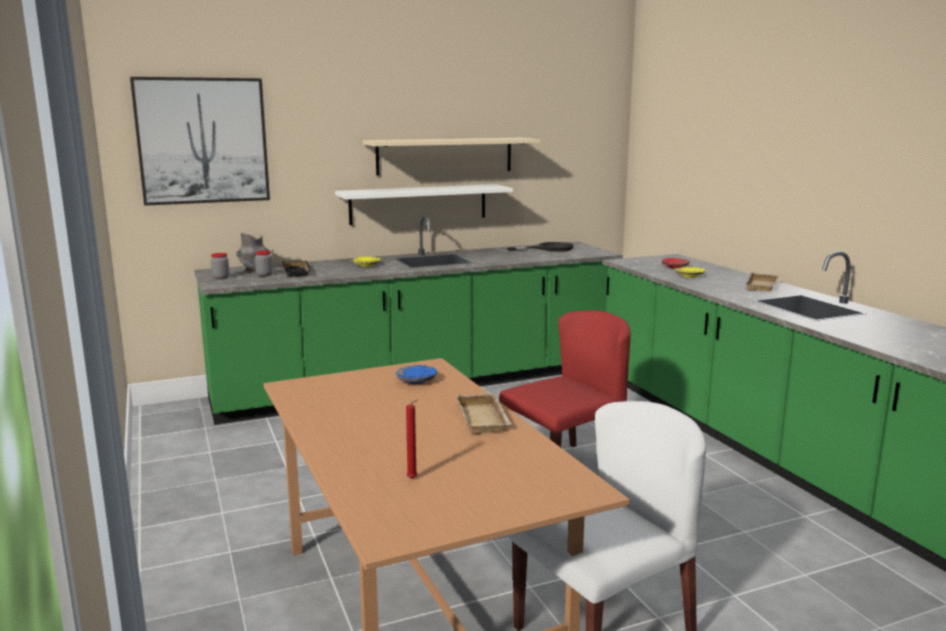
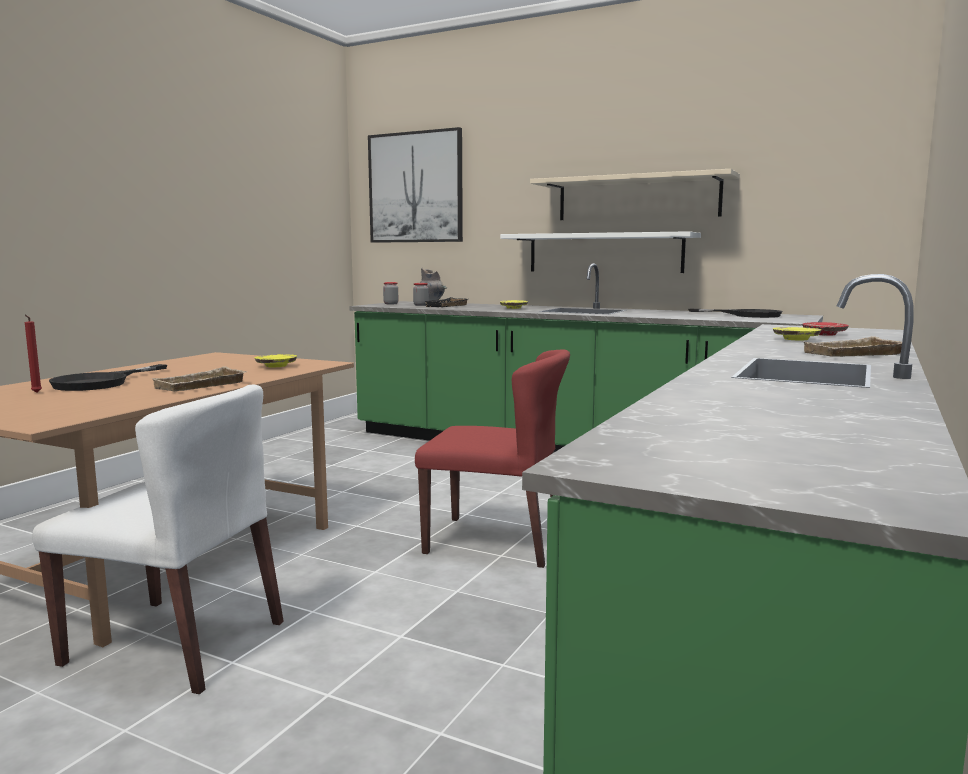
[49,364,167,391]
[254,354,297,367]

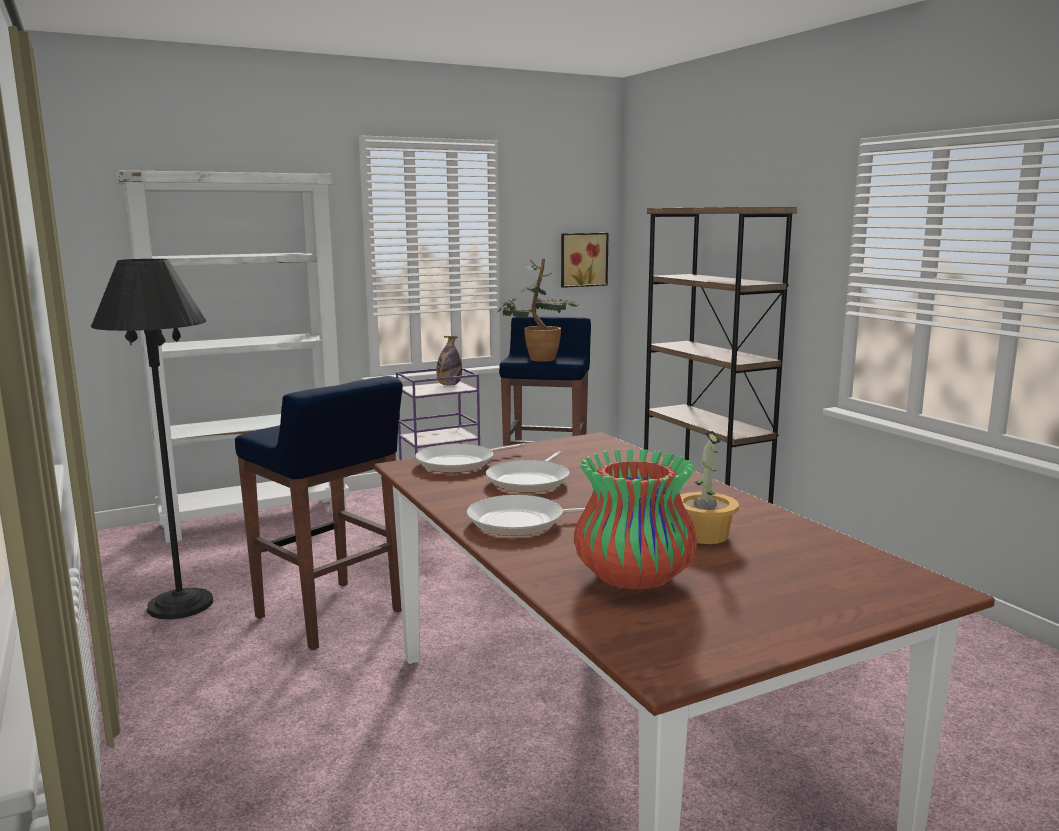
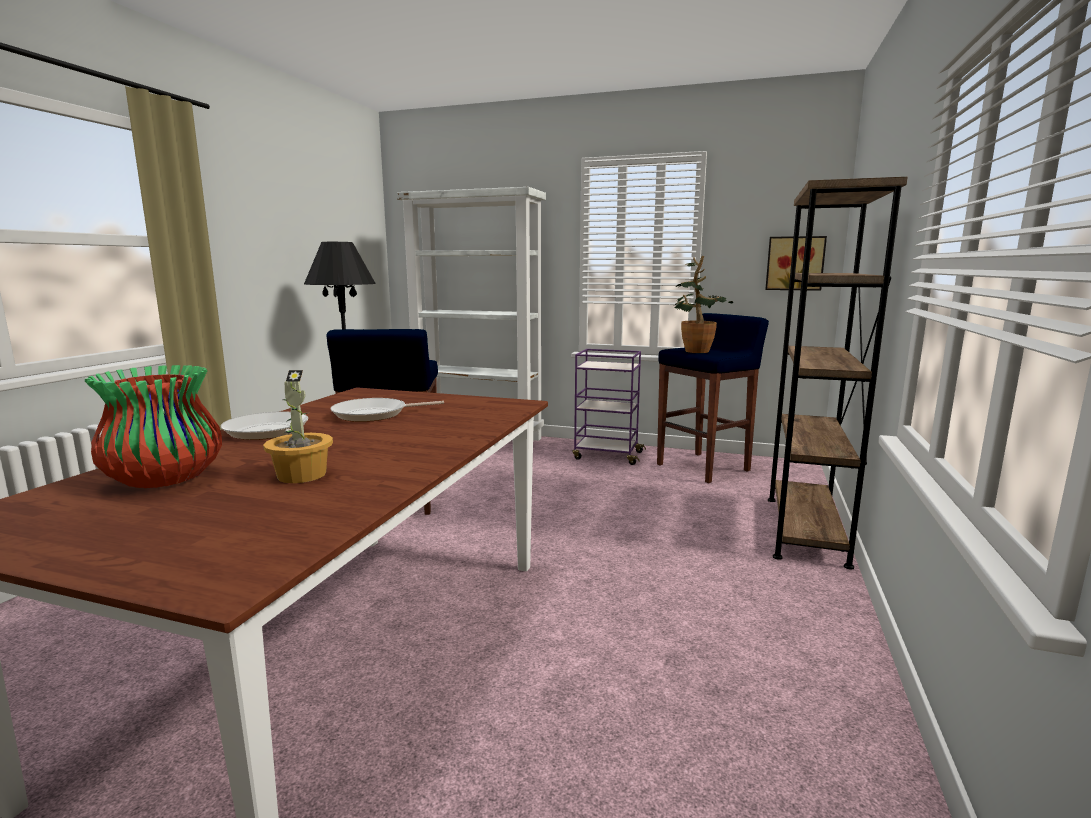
[415,443,525,473] (first image)
[437,336,462,385] (first image)

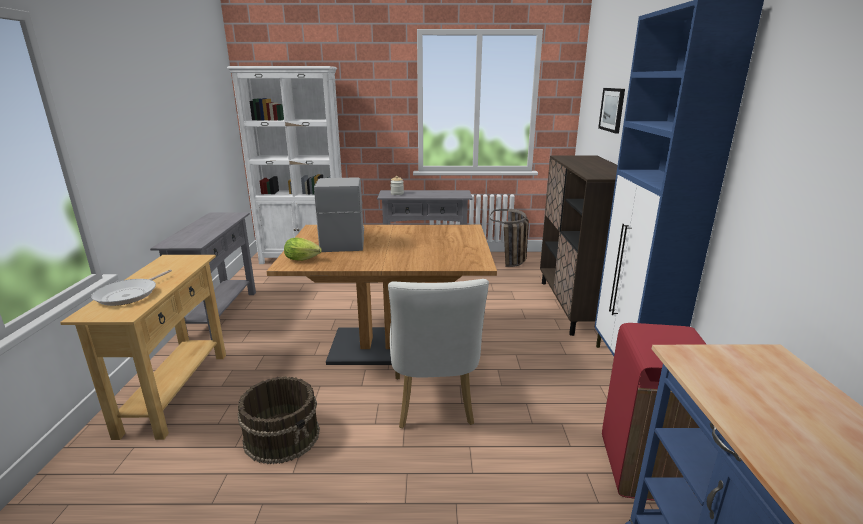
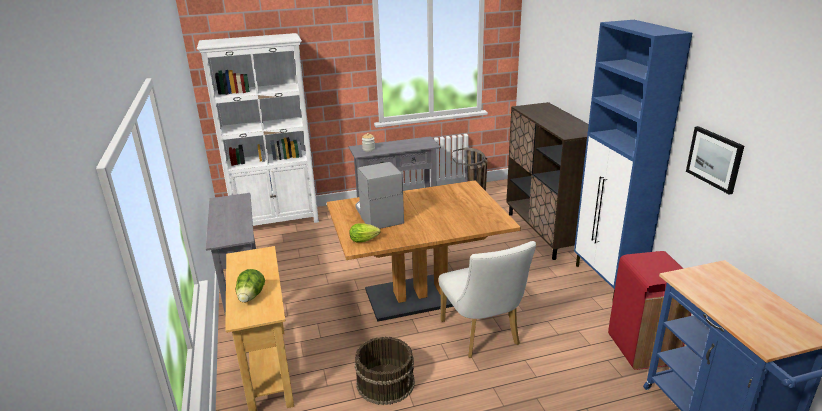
[236,269,265,302]
[686,126,744,195]

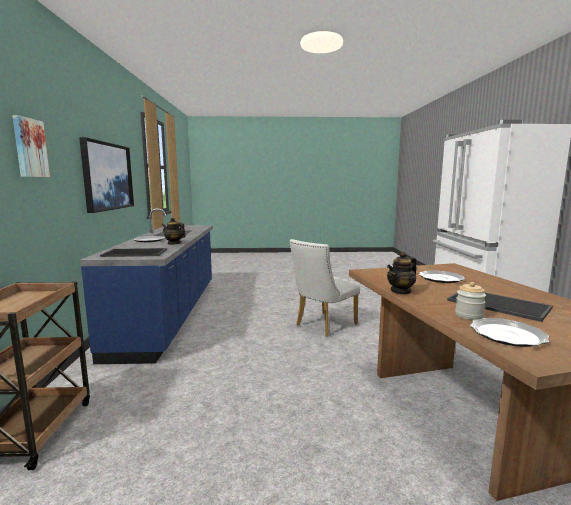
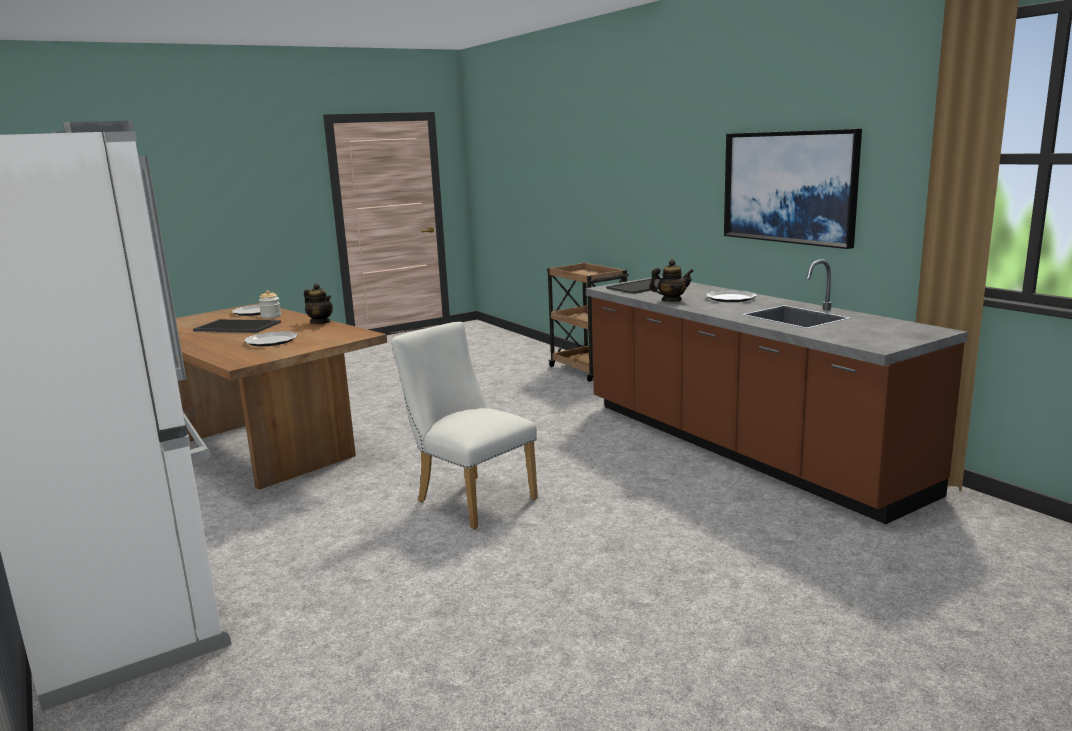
[304,284,333,324]
[391,322,538,530]
[586,259,968,524]
[12,115,50,177] (first image)

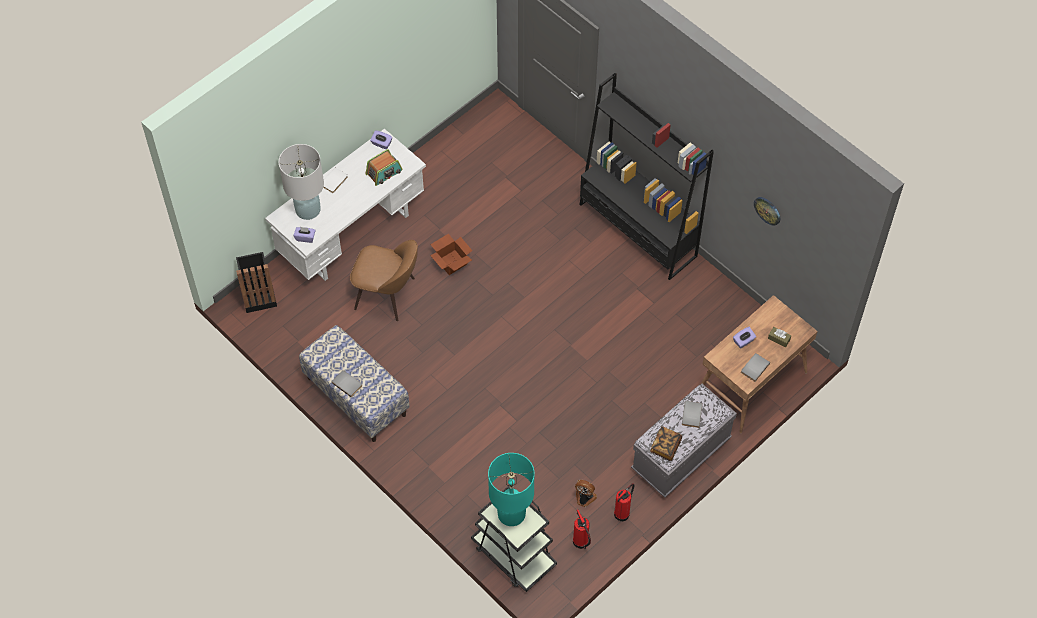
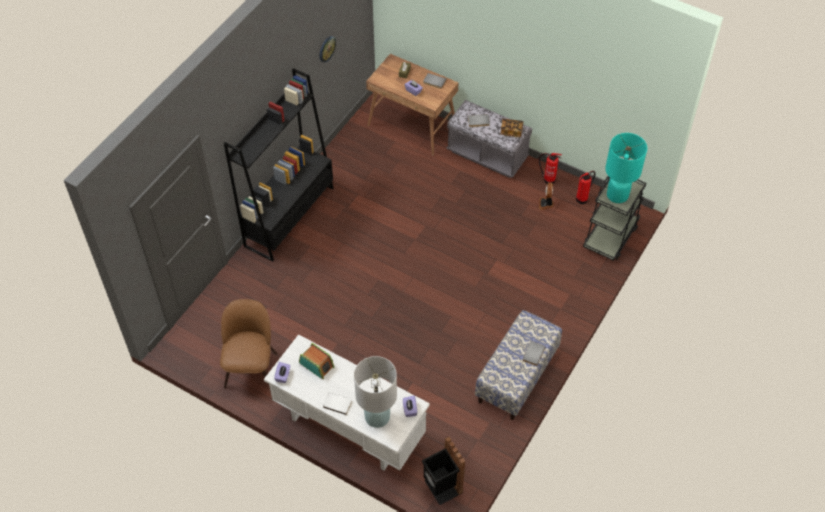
[220,299,278,389]
[430,234,472,275] (first image)

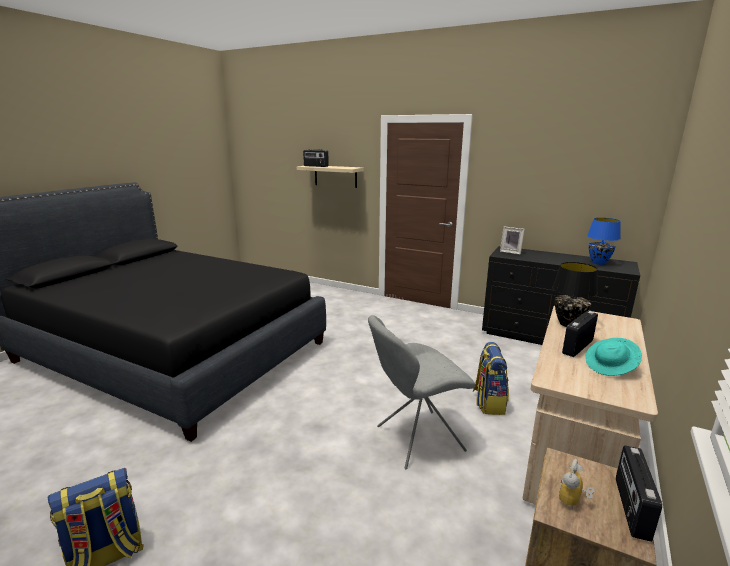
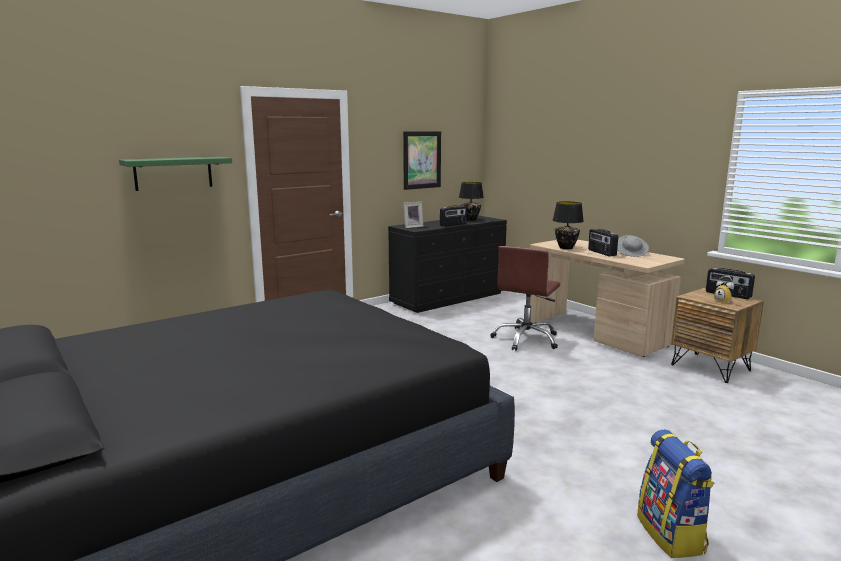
[119,157,232,191]
[403,131,441,190]
[440,205,467,227]
[459,182,484,221]
[491,246,560,351]
[617,235,649,257]
[368,315,476,470] (first image)

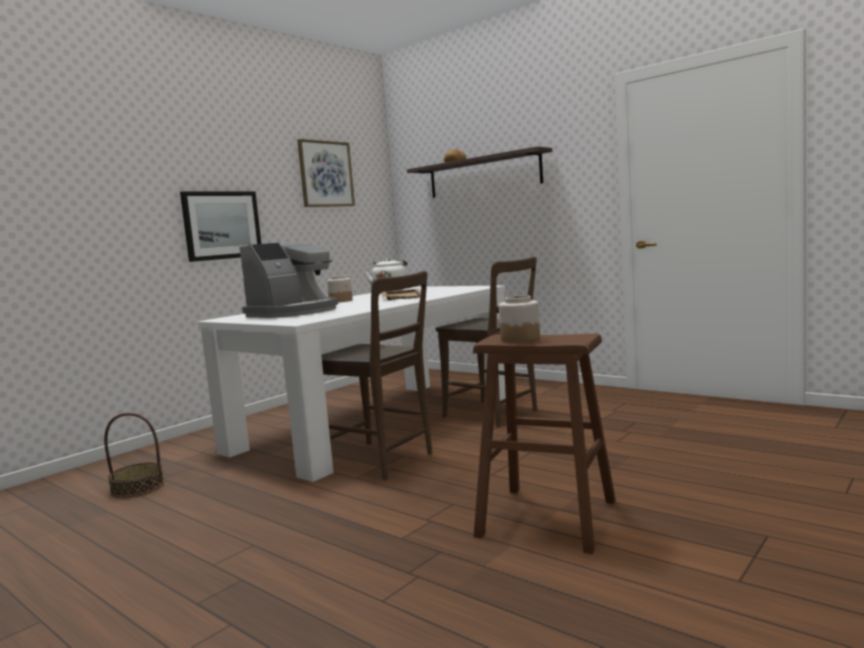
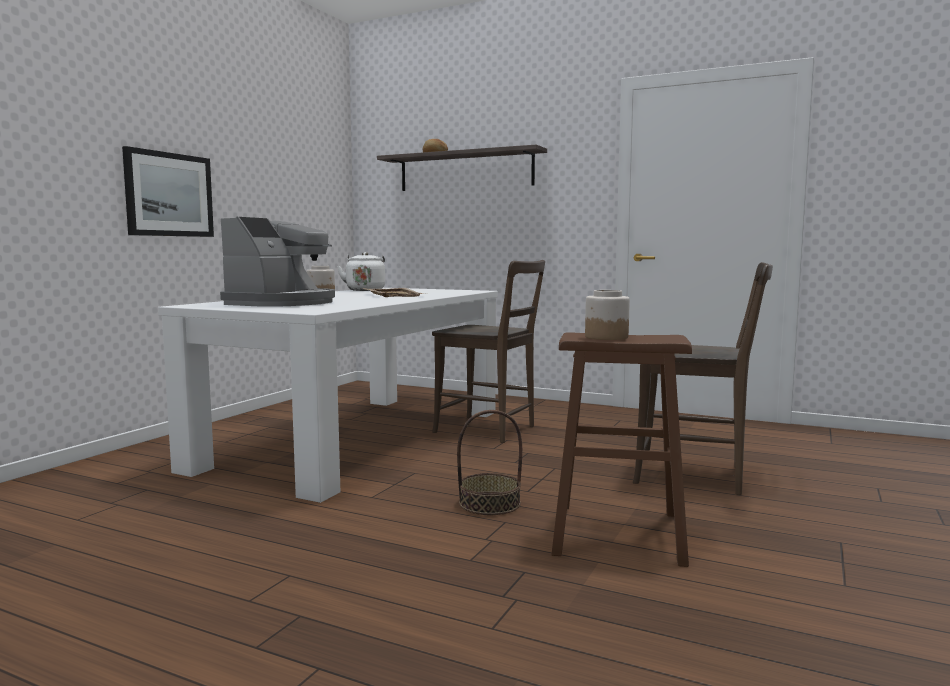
[457,410,522,515]
[633,262,773,495]
[297,139,355,207] (first image)

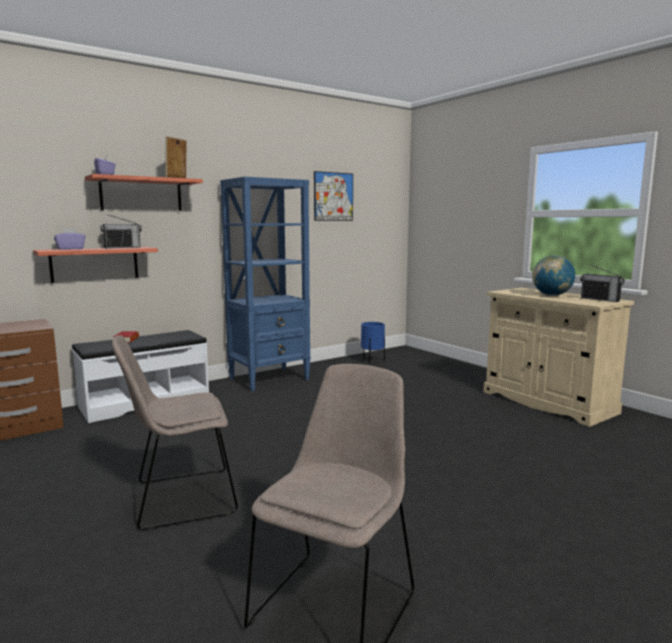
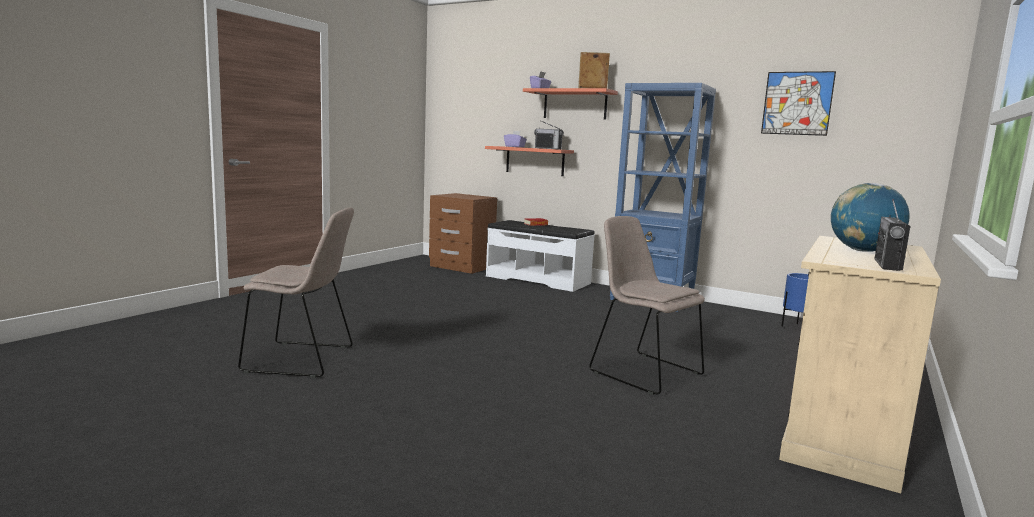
[589,216,705,395]

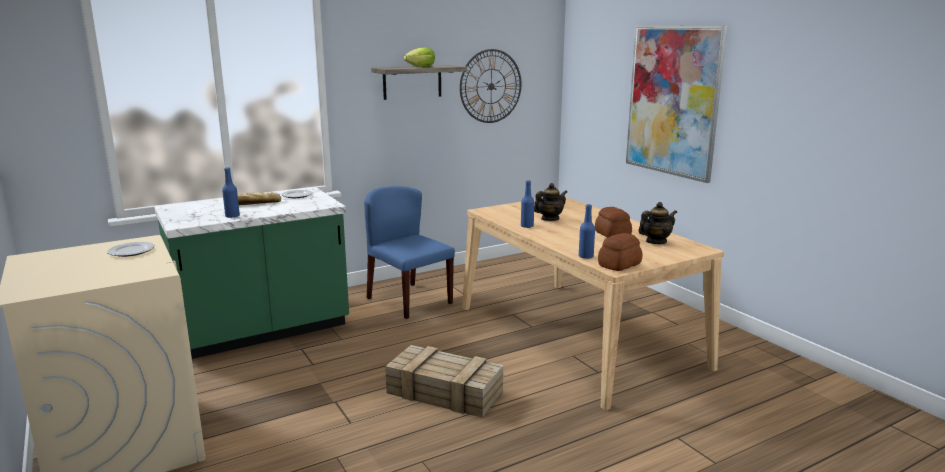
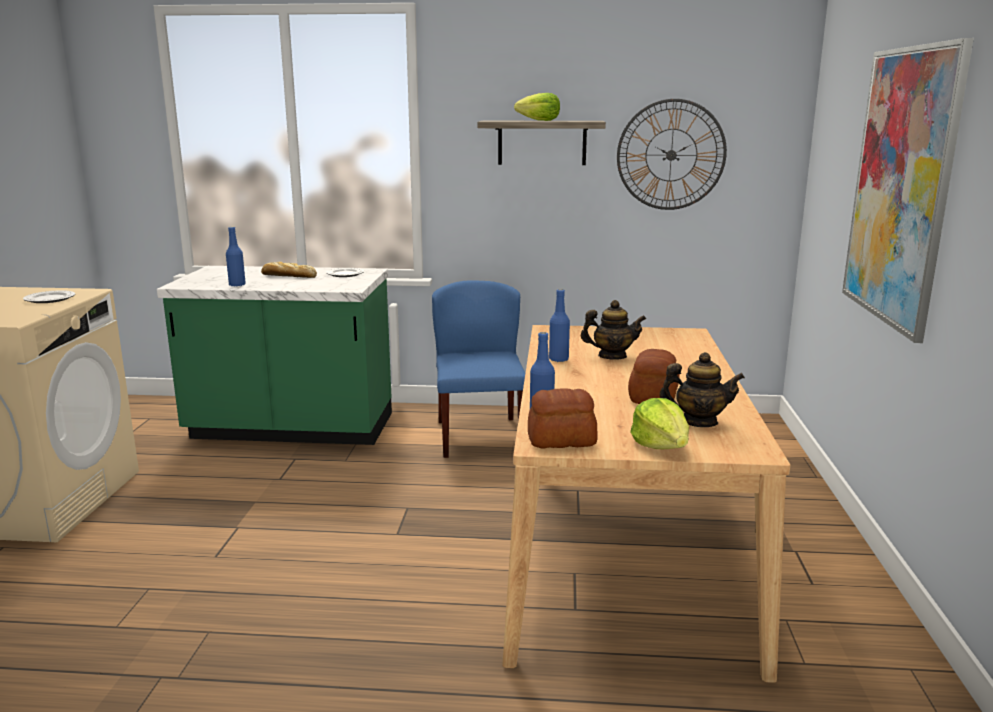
[630,398,689,449]
[385,345,503,418] (first image)

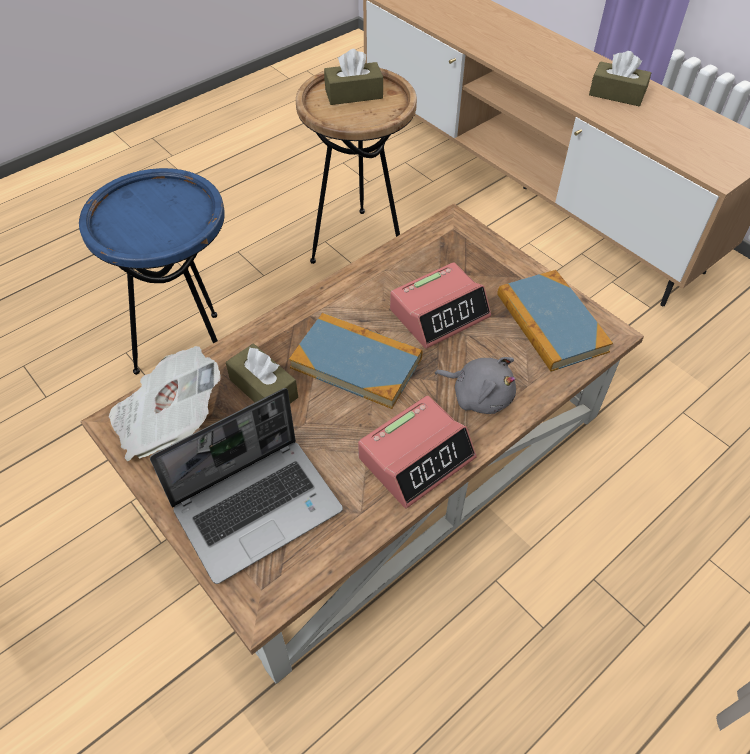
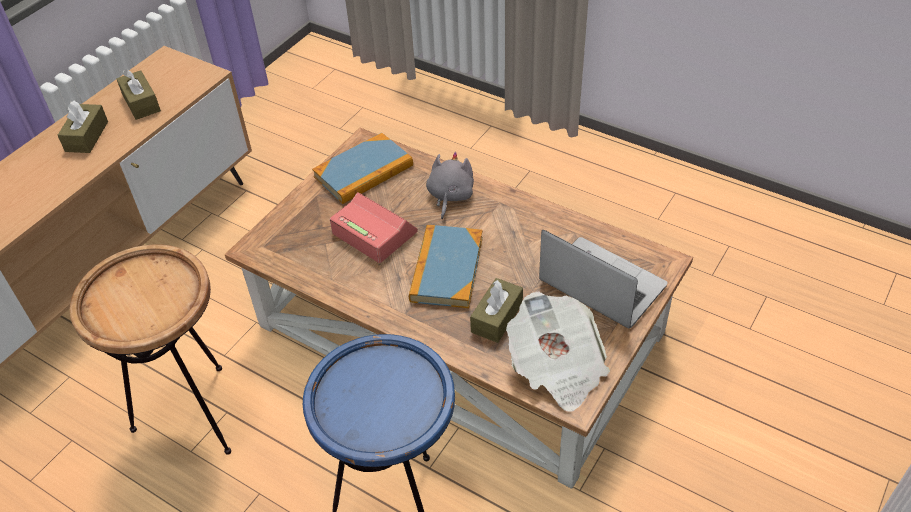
[117,69,161,120]
[358,396,476,508] (first image)

